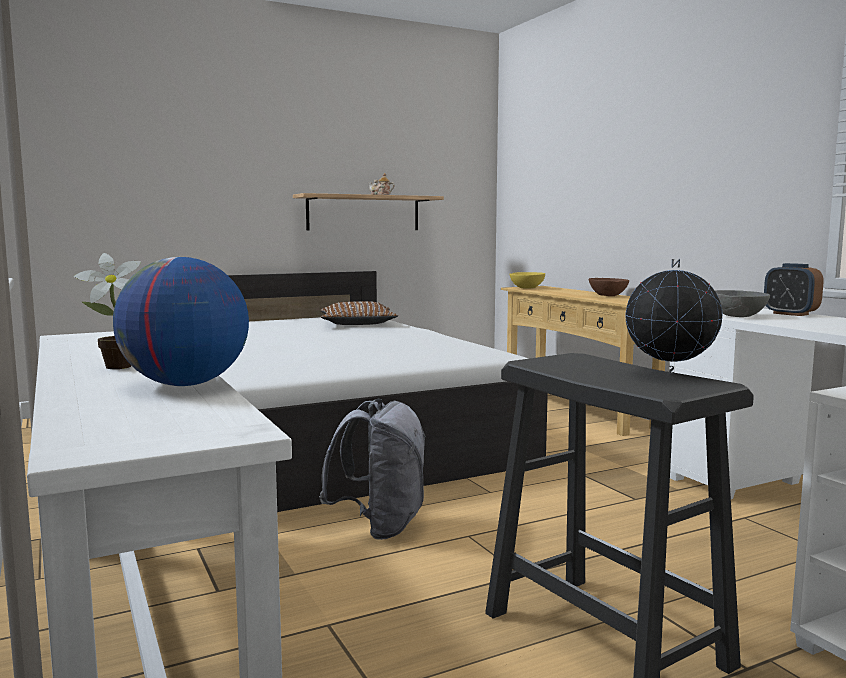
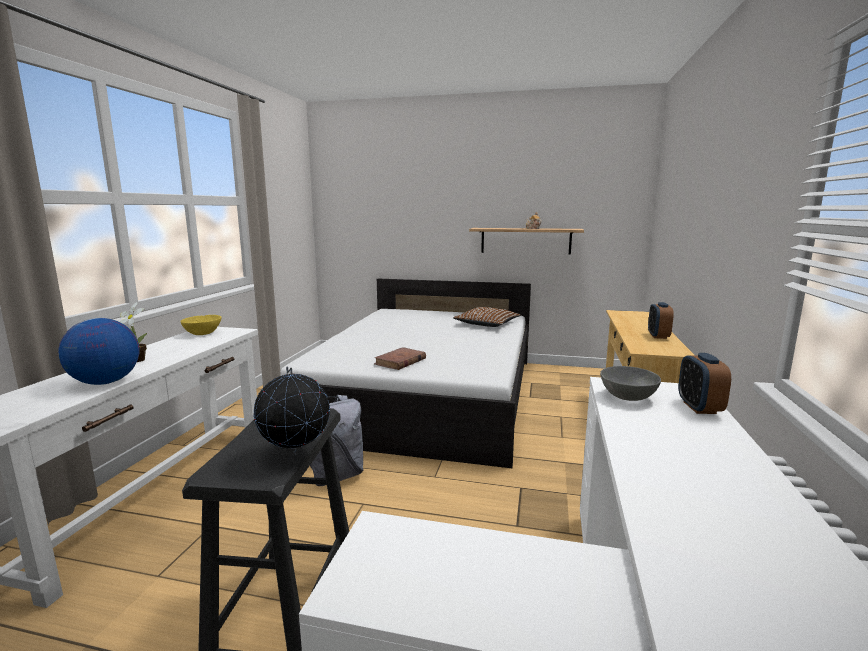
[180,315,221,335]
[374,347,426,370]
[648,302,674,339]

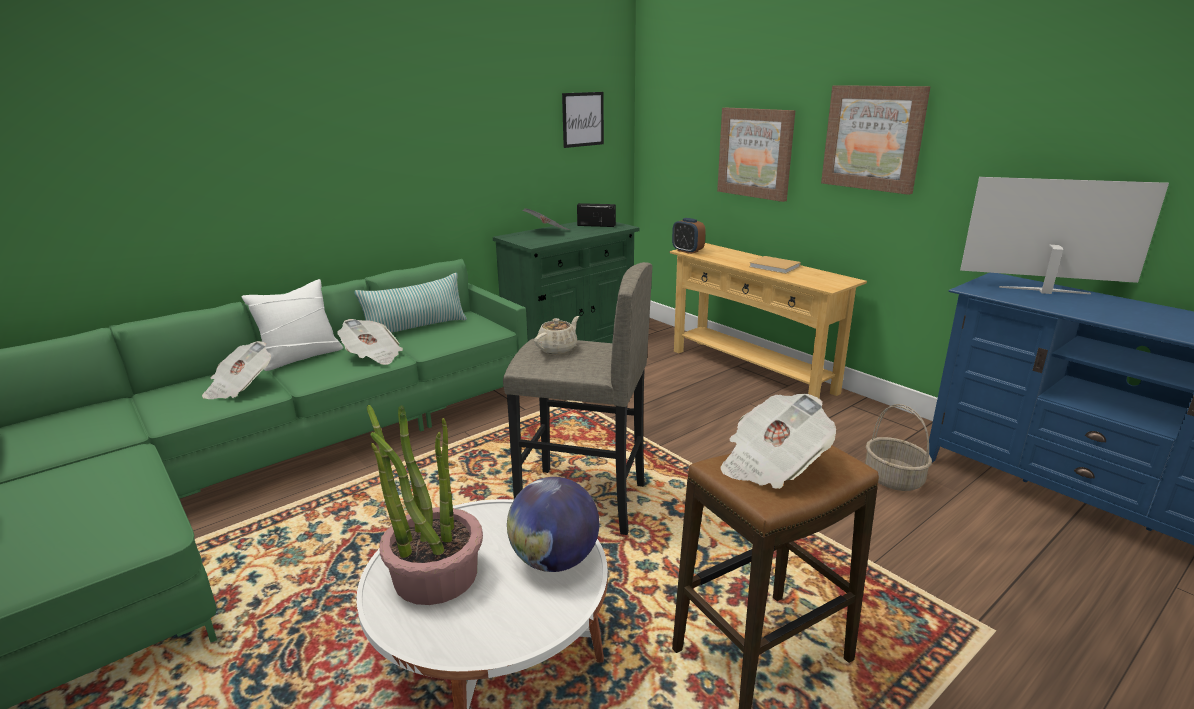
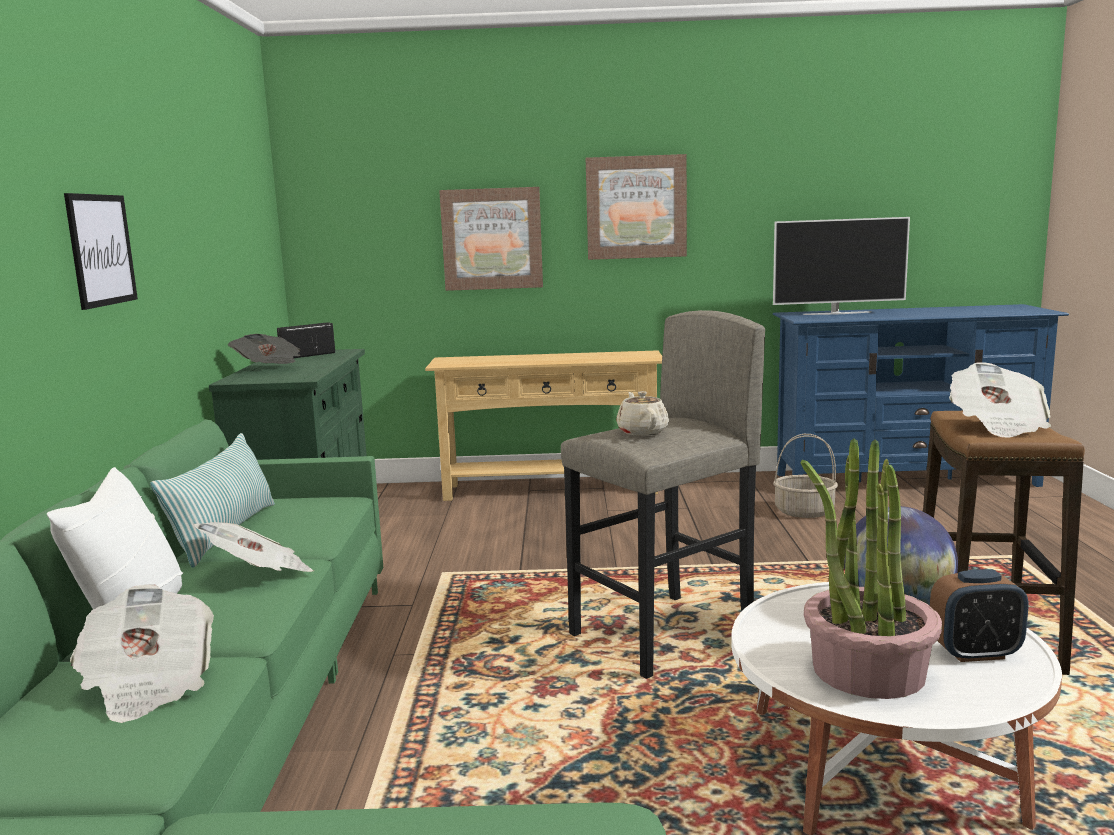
[64,193,138,310]
[773,217,910,315]
[930,570,1029,662]
[749,256,801,274] (first image)

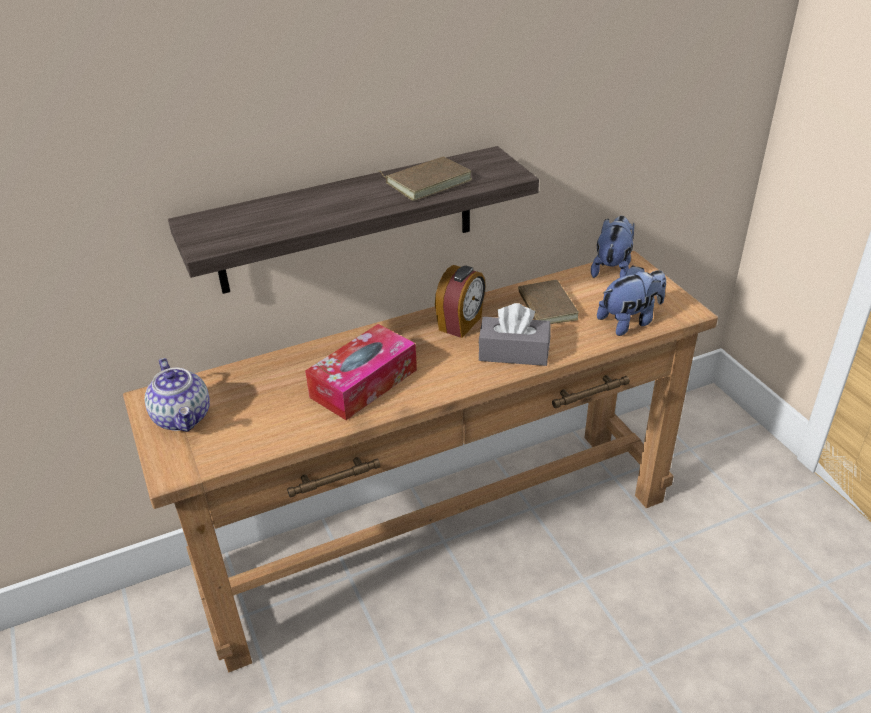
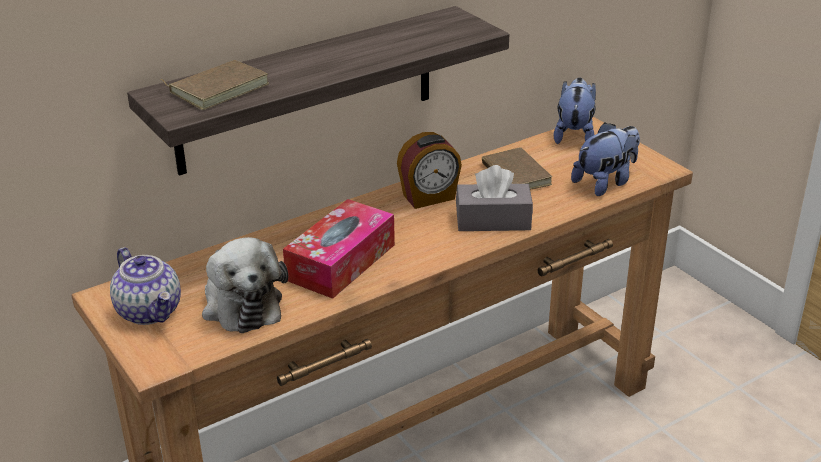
[160,60,269,110]
[202,237,288,333]
[397,132,462,209]

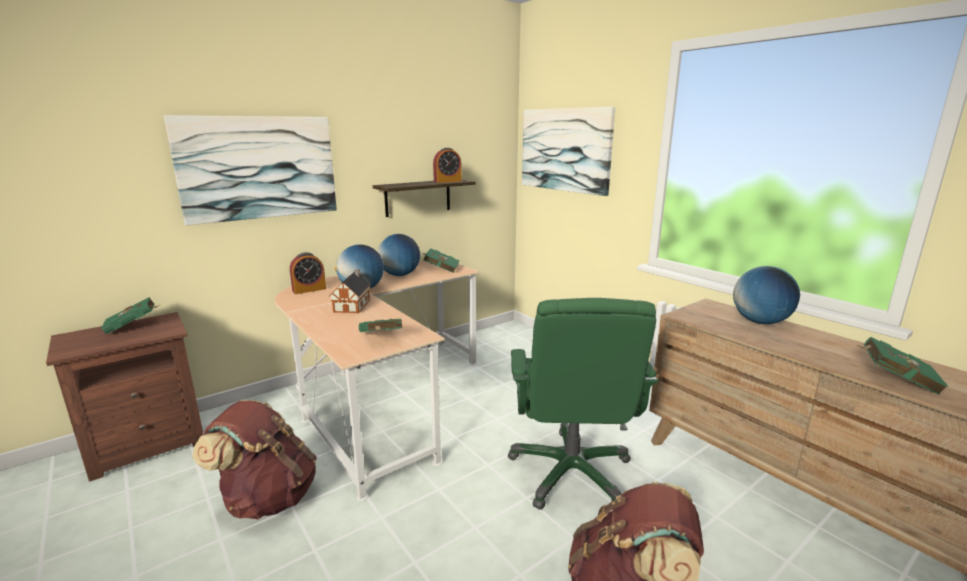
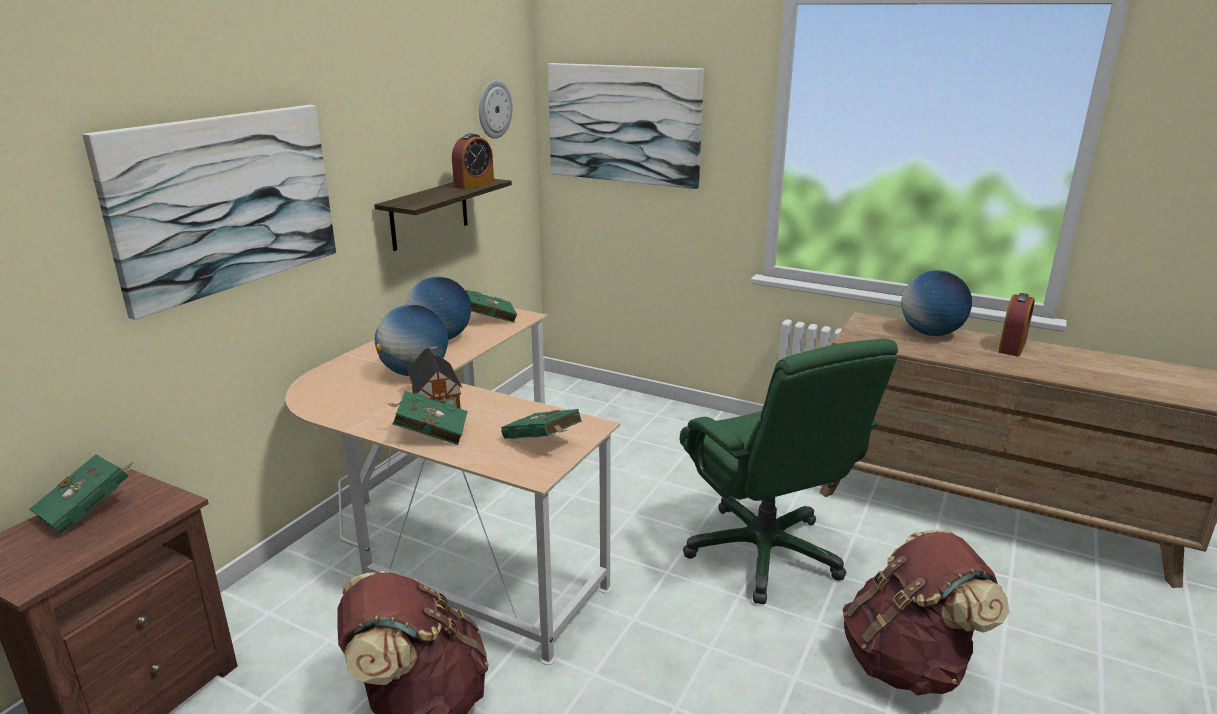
[387,391,468,445]
[479,80,512,139]
[998,293,1035,357]

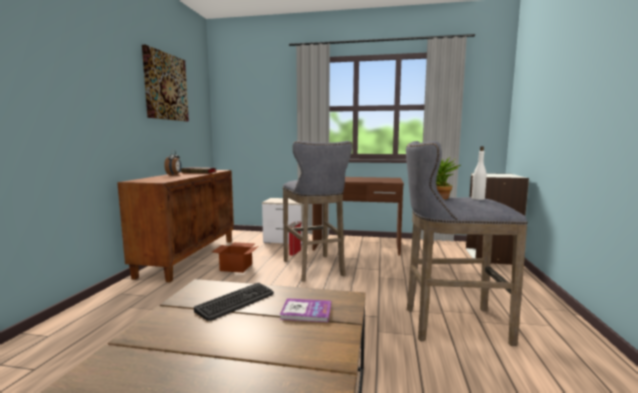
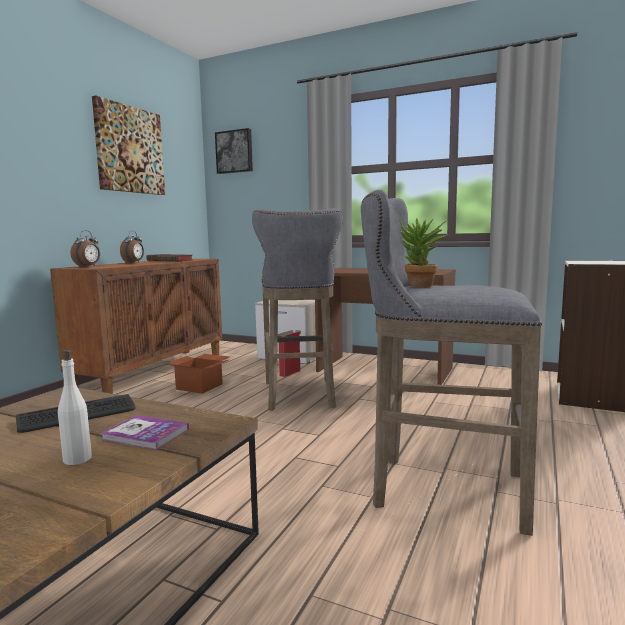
[58,350,92,465]
[71,230,100,267]
[215,128,253,174]

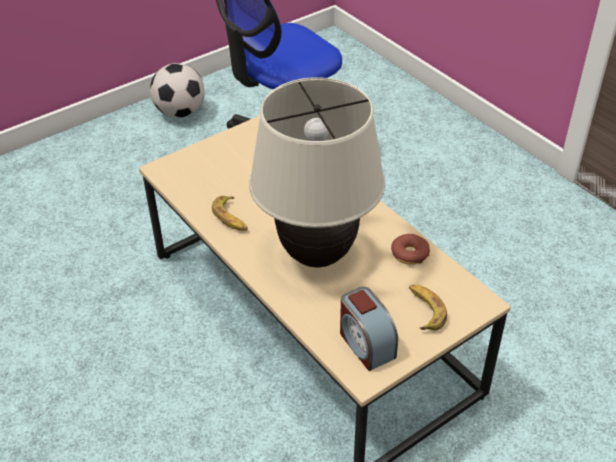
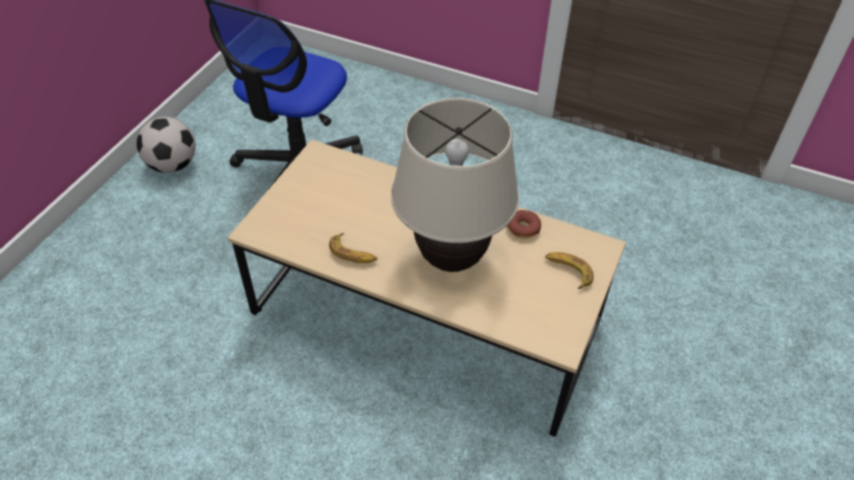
[340,287,398,371] (first image)

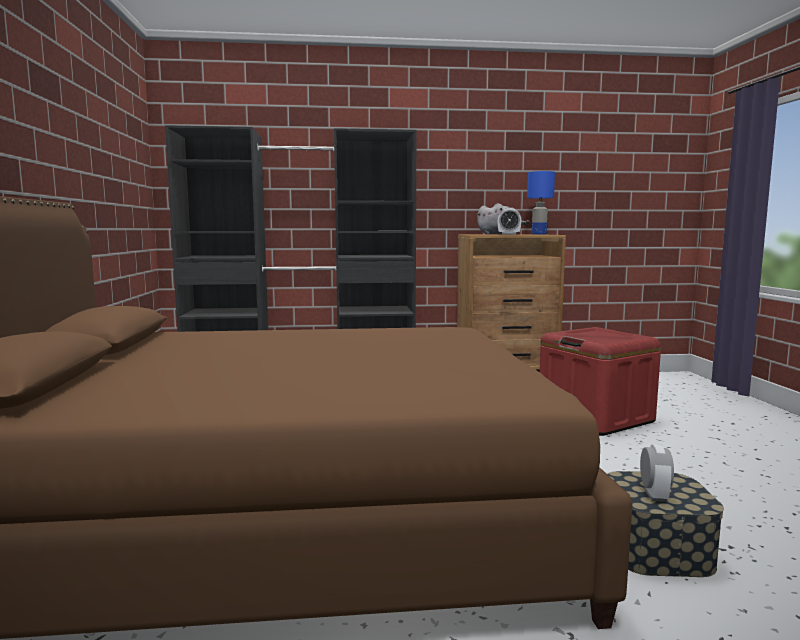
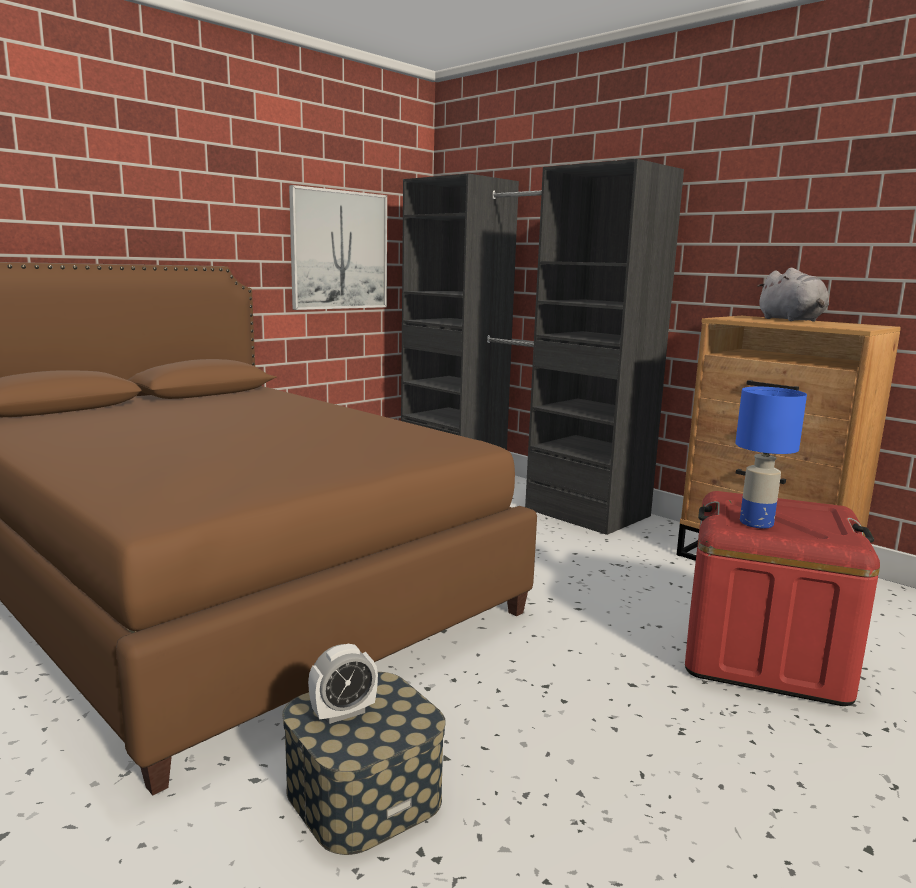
[289,185,387,310]
[735,387,807,529]
[498,208,521,235] (first image)

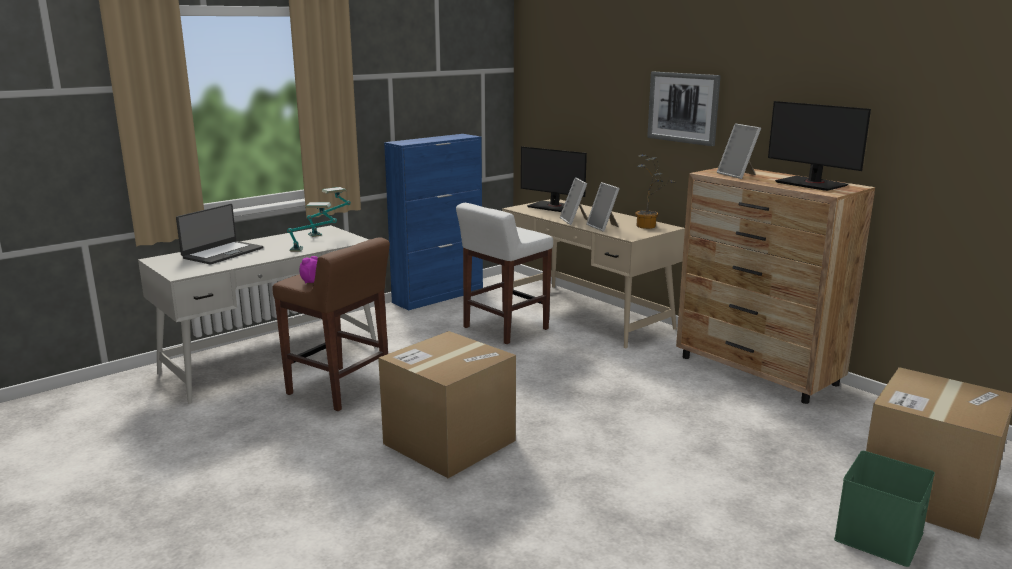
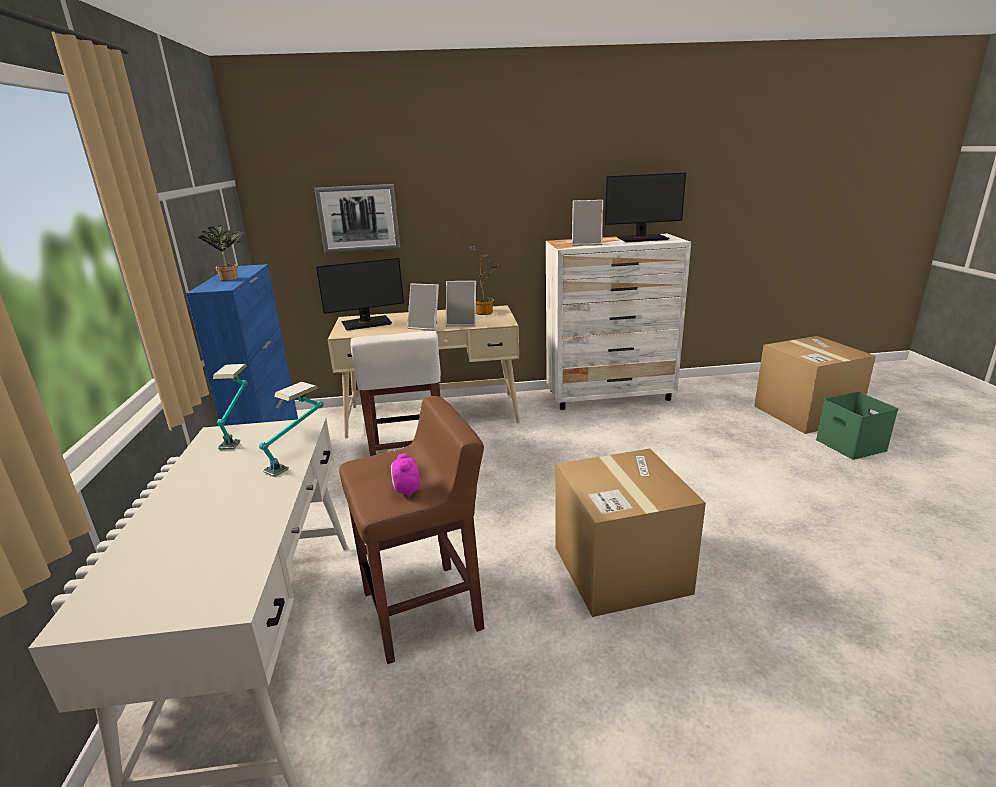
[198,224,245,281]
[314,184,400,254]
[546,234,691,410]
[176,204,263,265] (first image)

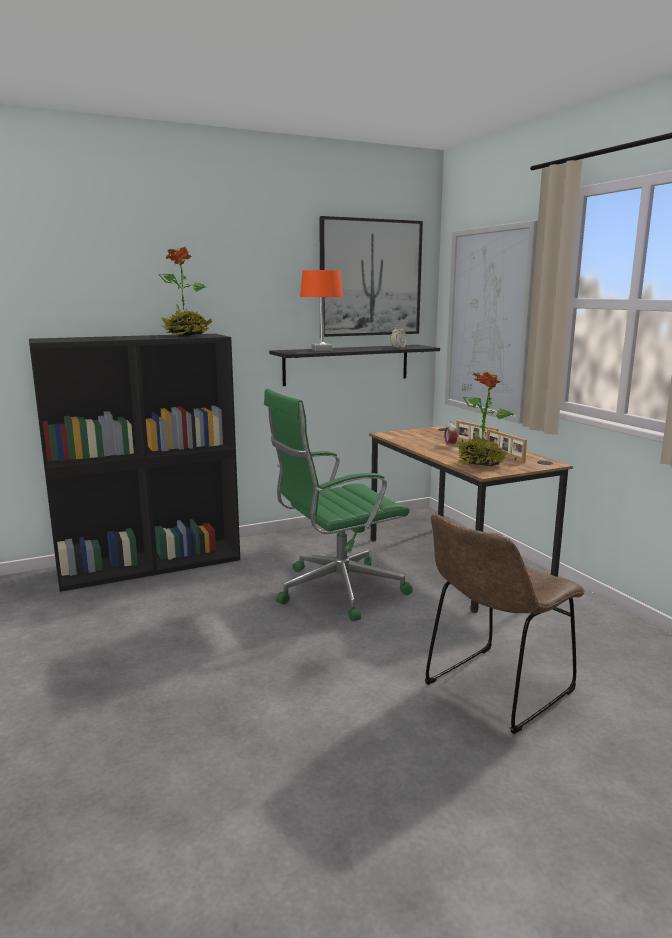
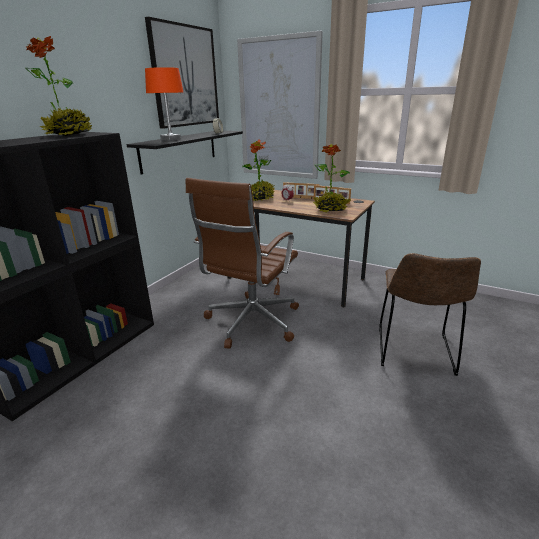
[185,178,299,349]
[242,139,274,201]

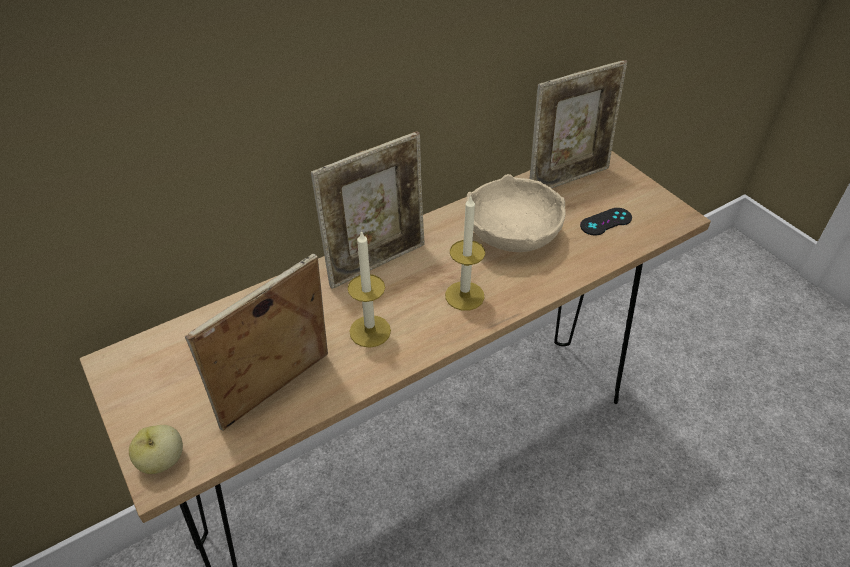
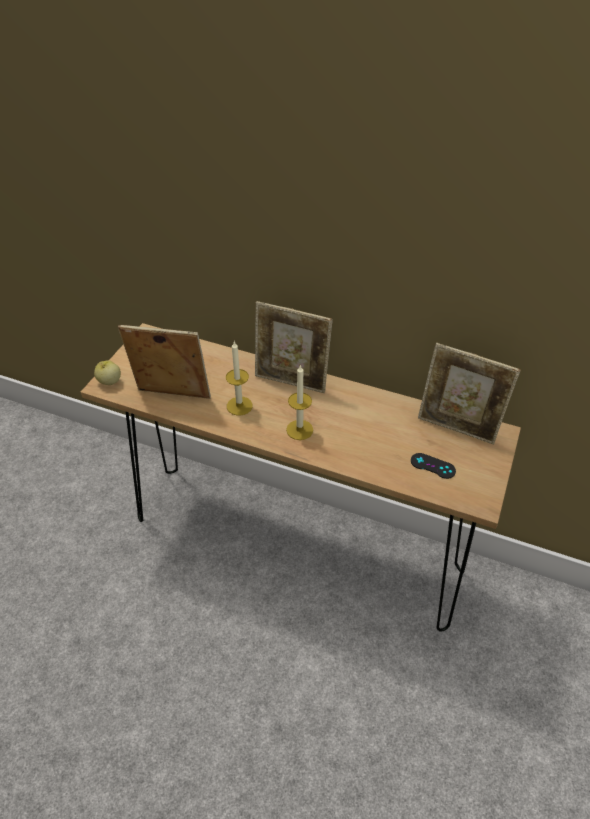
[466,174,566,252] (first image)

